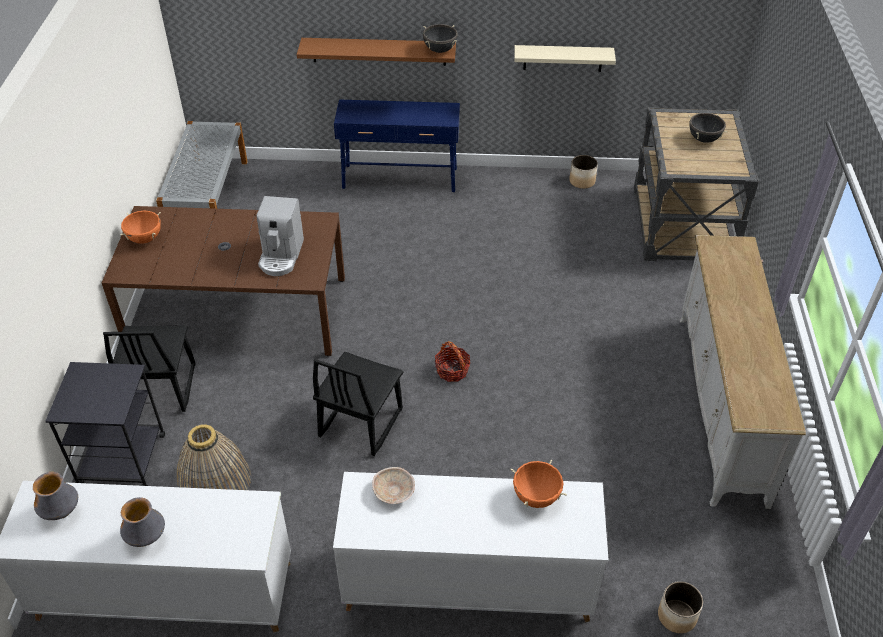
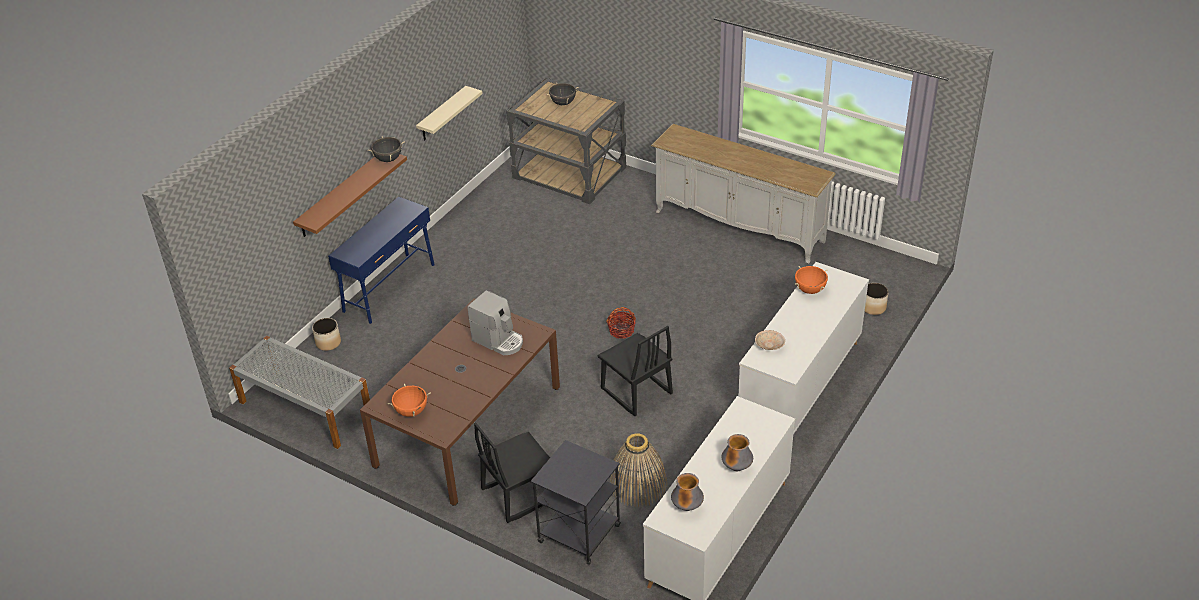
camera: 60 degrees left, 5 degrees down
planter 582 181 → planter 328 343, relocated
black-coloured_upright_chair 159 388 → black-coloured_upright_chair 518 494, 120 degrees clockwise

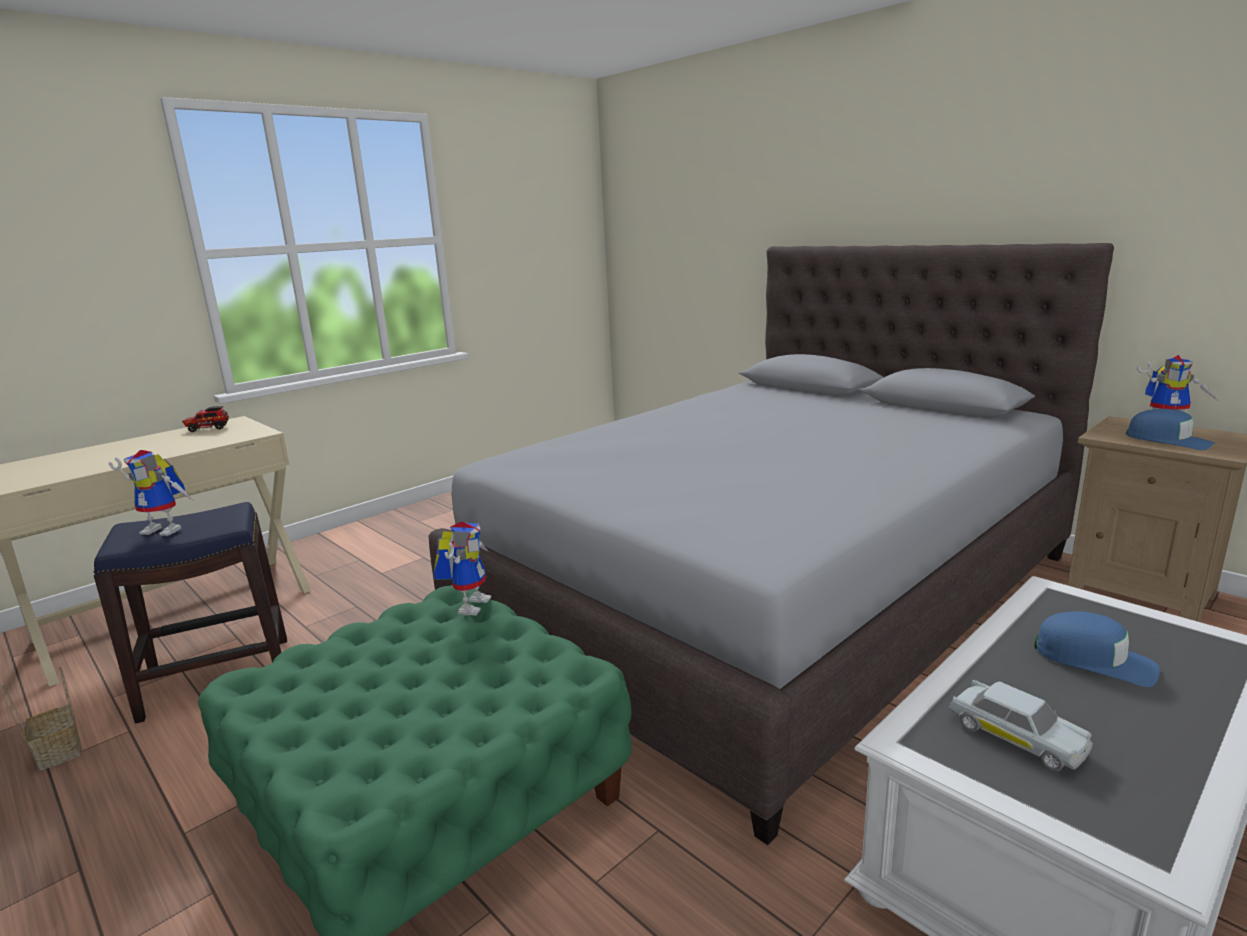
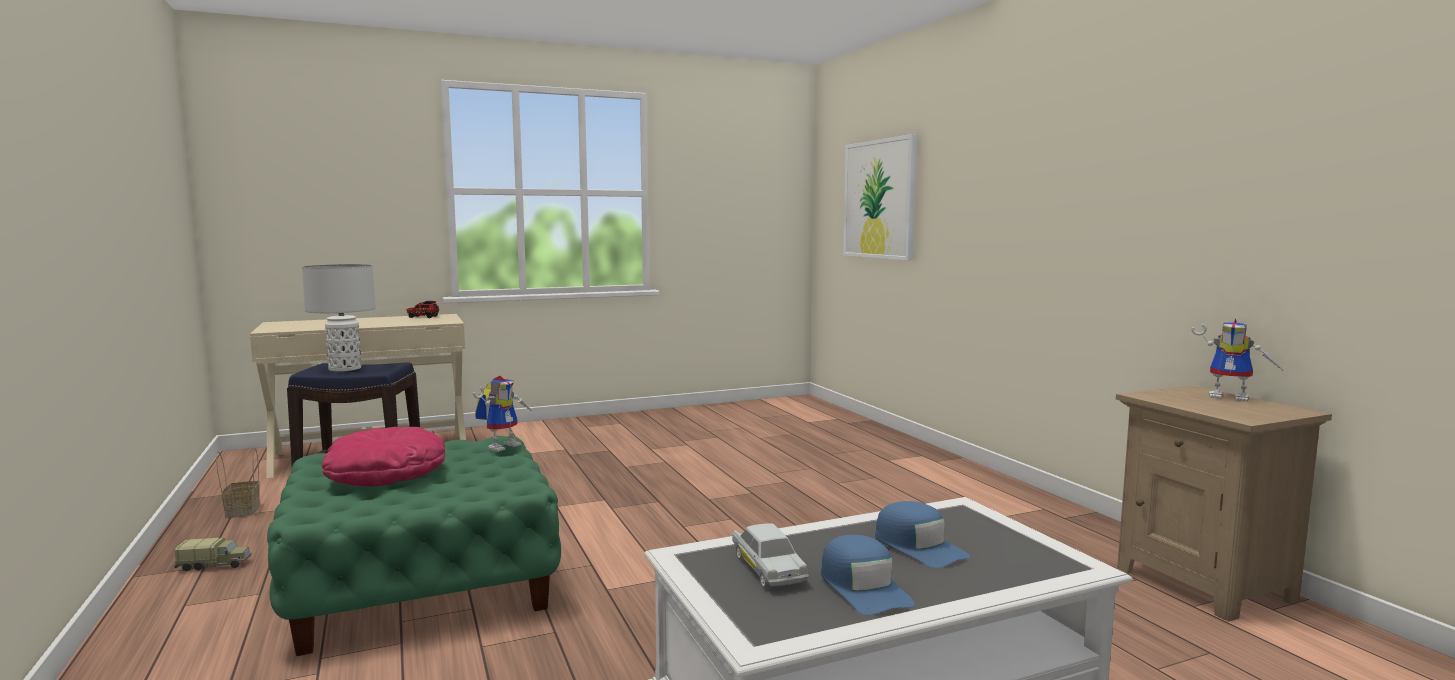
camera: 20 degrees right, 10 degrees down
grey_bed 773 592 → -
- → toy_truck 215 565
- → pinkish_pillow 388 474
- → picture 879 199
bluish_cap 1168 440 → bluish_cap 863 588, relocated
model_robot 168 529 → white-coloured_table_lamp 346 368

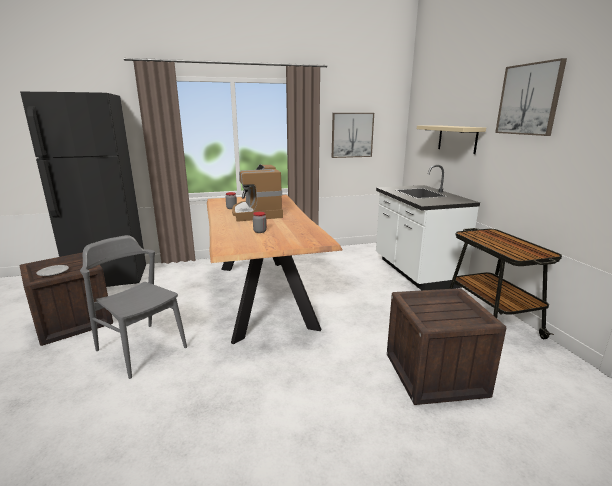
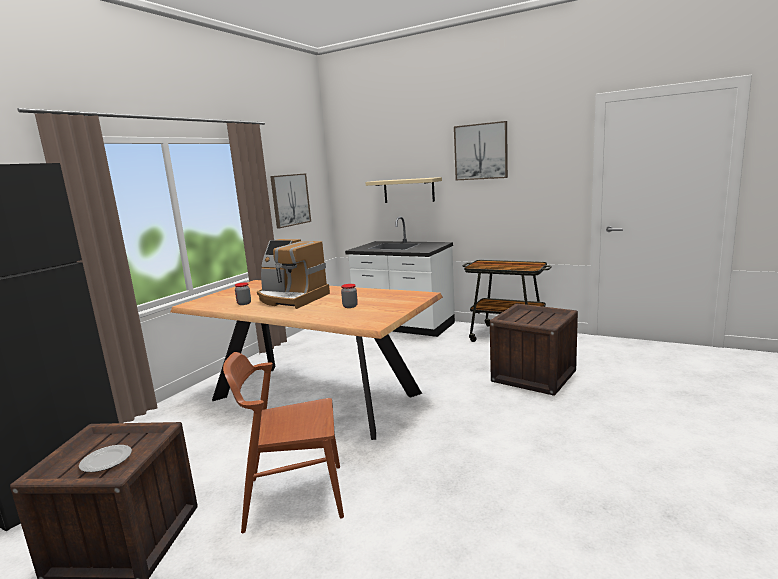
camera: 45 degrees left, 5 degrees down
grey_upright_chair 141 348 → brown_upright_chair 294 497

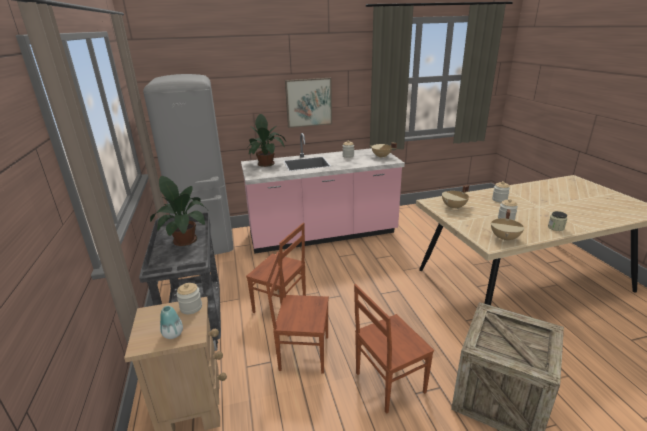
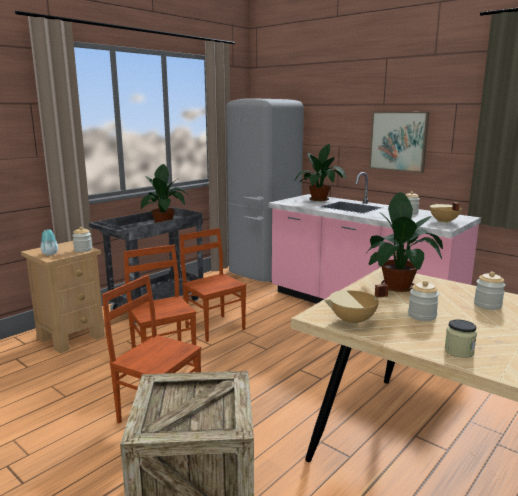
camera: 55 degrees right, 10 degrees down
beige-coloured_stockpot 454 207 → potted_plant 398 285
brown_upright_chair 280 306 → brown_upright_chair 215 327, 150 degrees clockwise

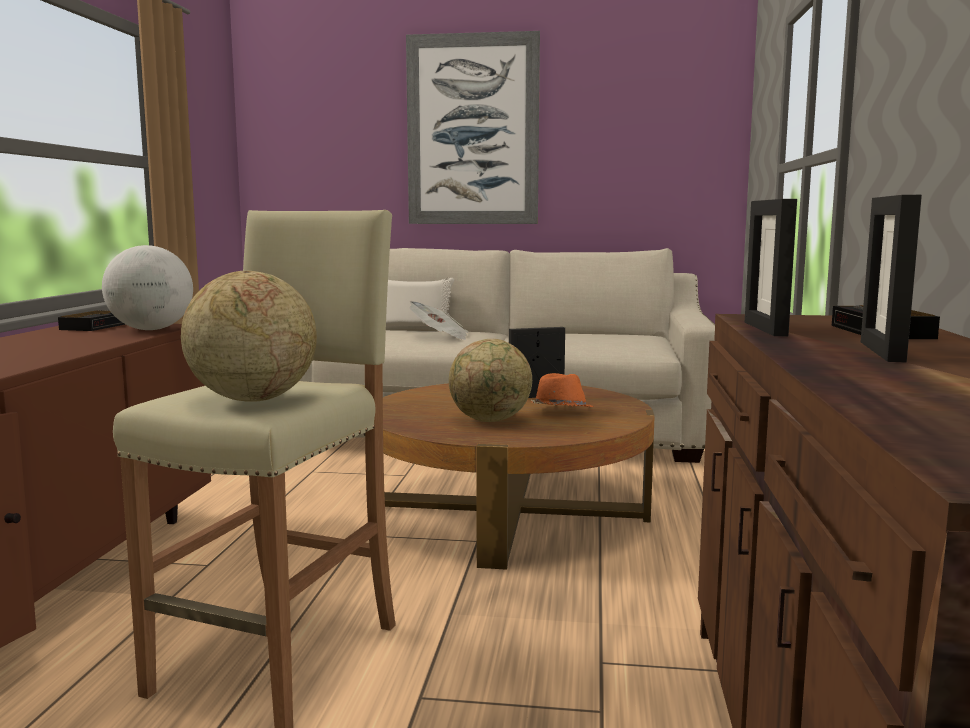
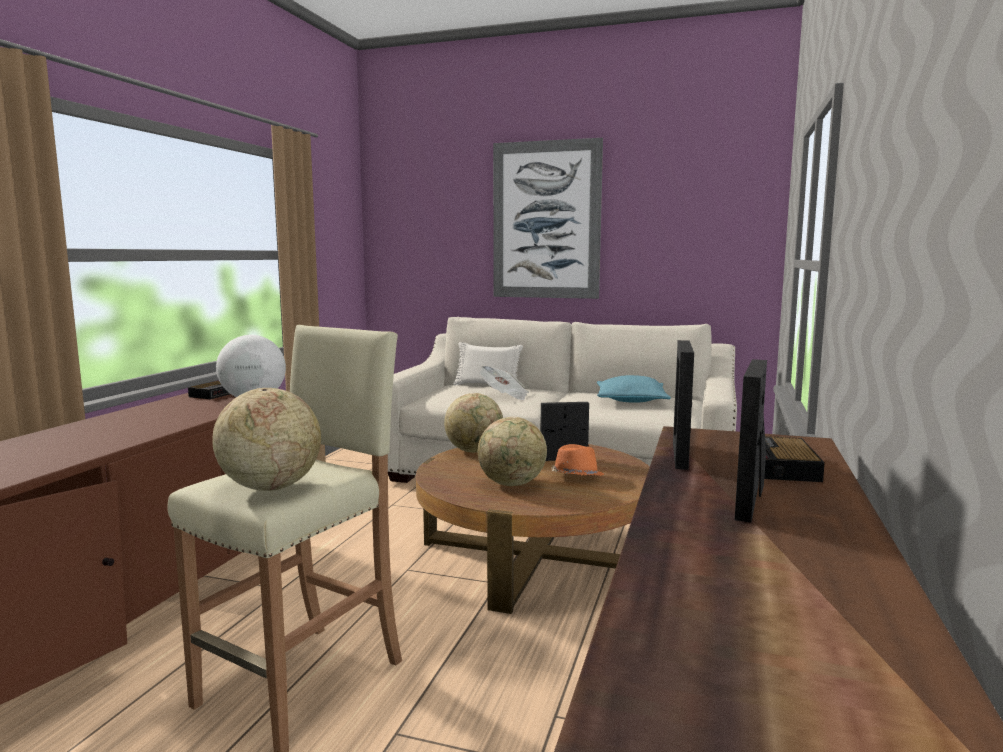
camera: 10 degrees right, 0 degrees up
- → world_globe 474 451
- → turquoise-coloured_pillow 631 400

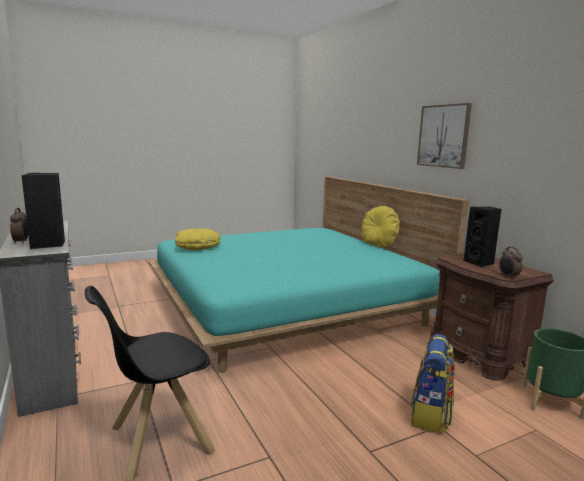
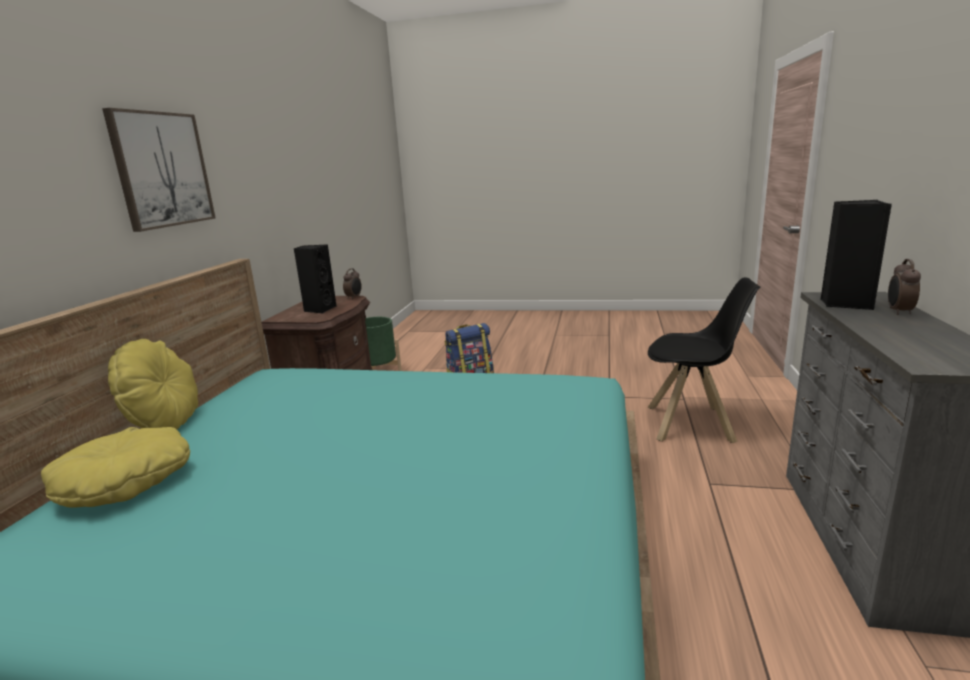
camera: 140 degrees left, 5 degrees up
yellow_pillow 198 246 → yellow_pillow 123 481, relocated

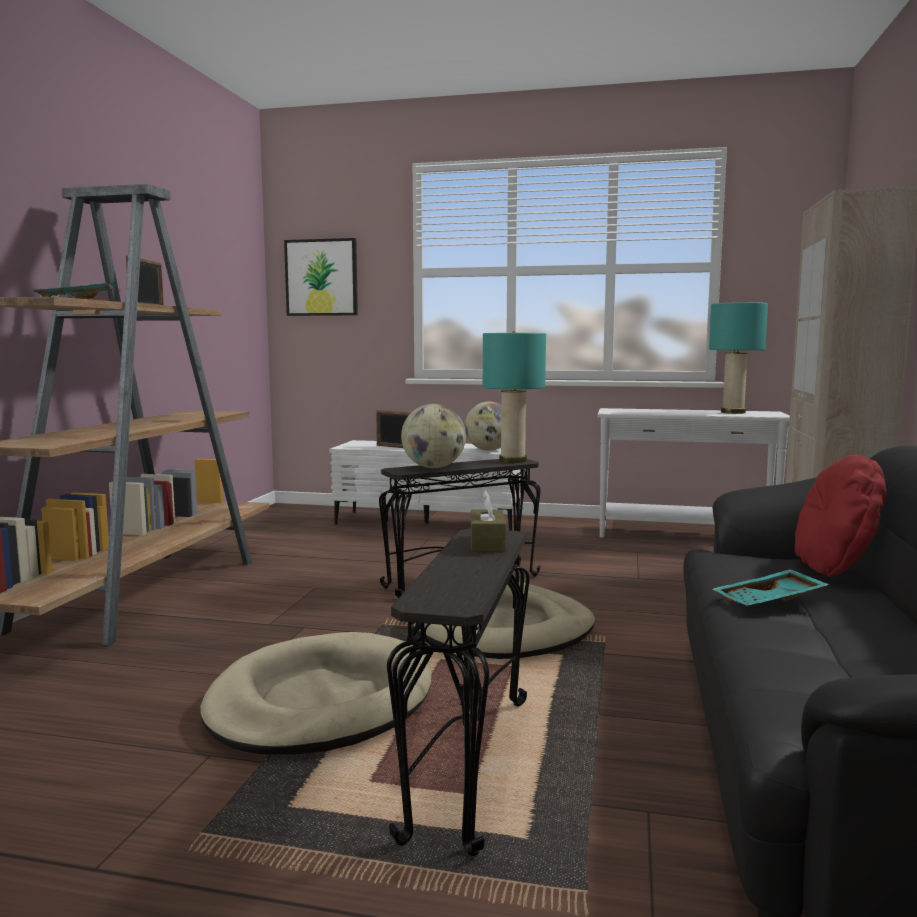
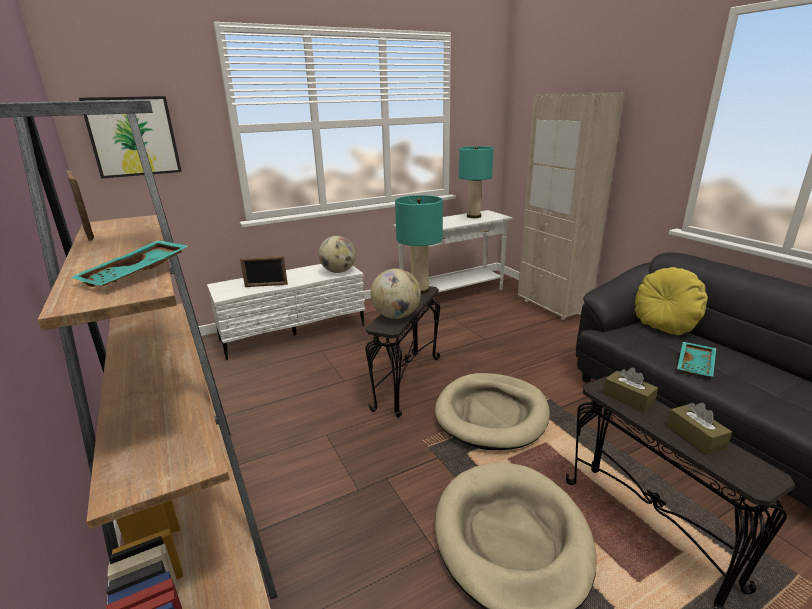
camera: 40 degrees left, 15 degrees up
- → brown_tissue_box 695 436
red_pillow 834 570 → yellow_pillow 663 327

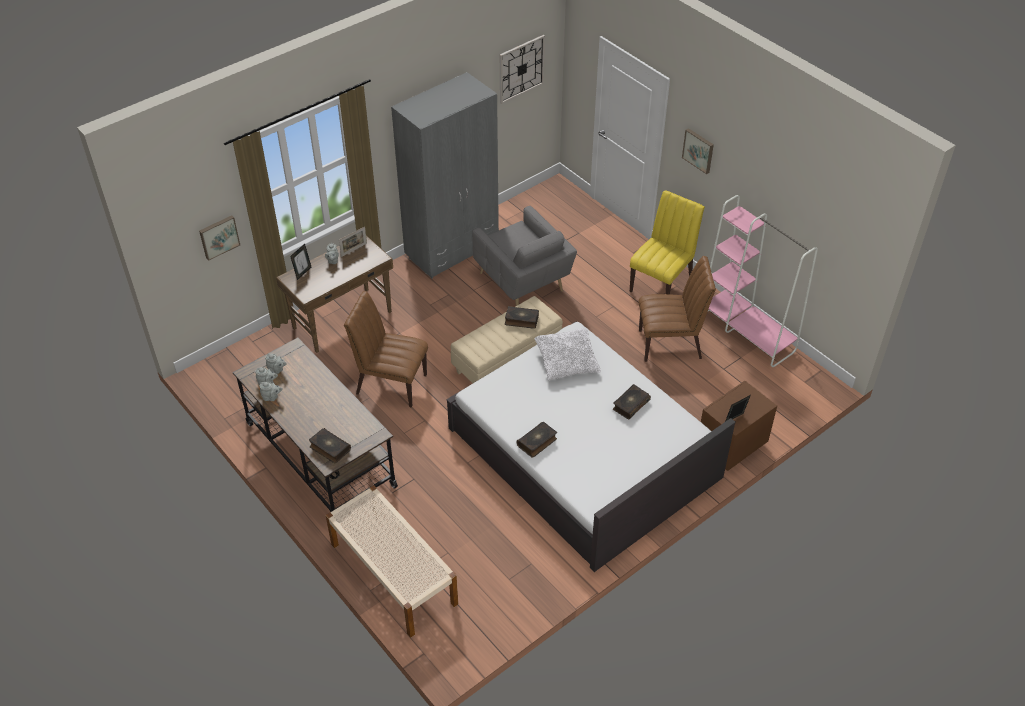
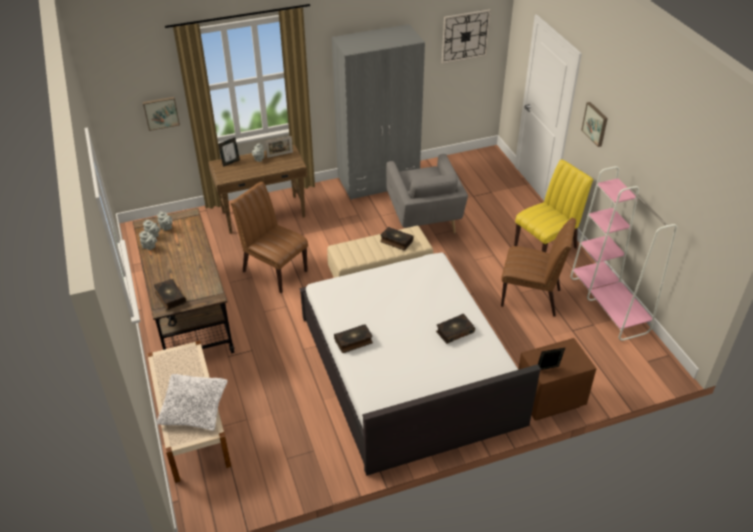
camera: 20 degrees right, 5 degrees down
white-coloured_pillow 567 361 → white-coloured_pillow 193 408, relocated

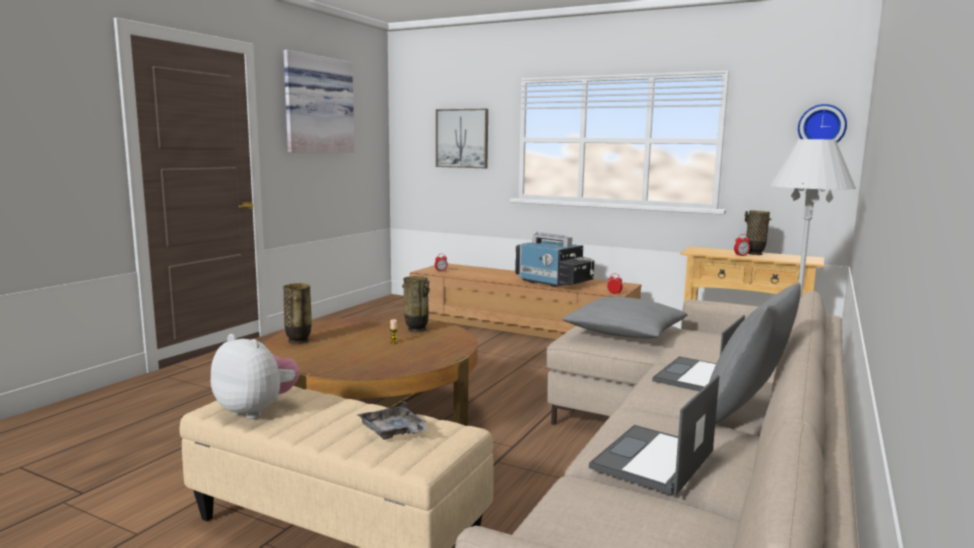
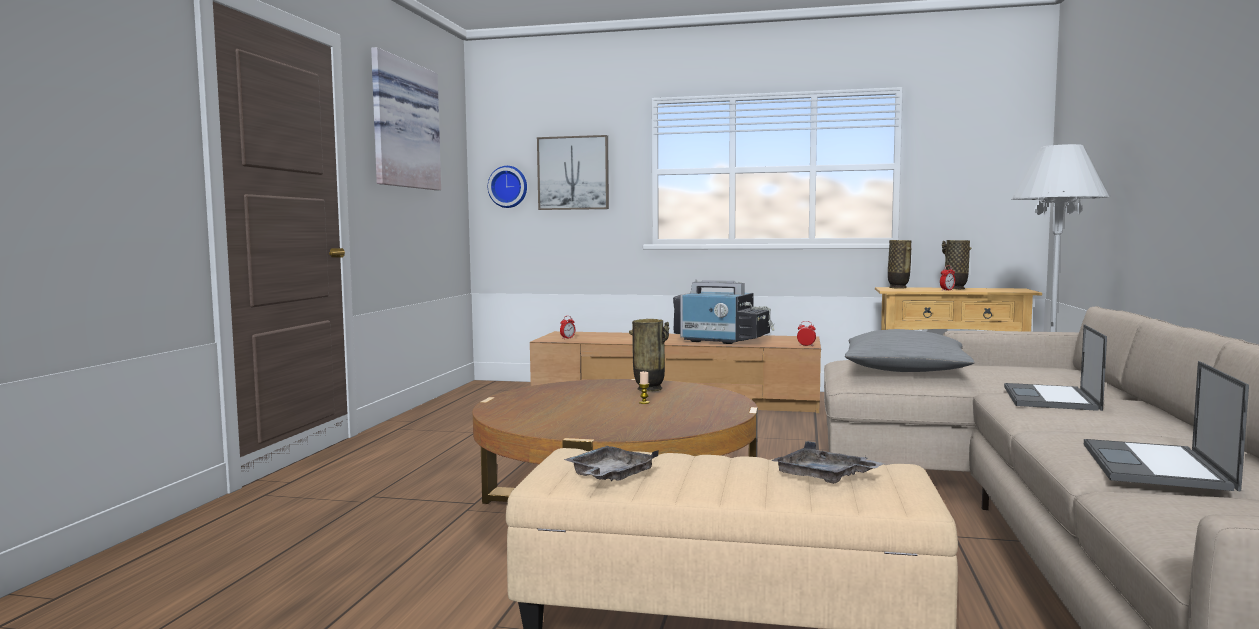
camera: 15 degrees left, 5 degrees down
grey_pillow 745 414 → -
vase 298 341 → vase 898 288, relocated
clock_on_the_wall 822 126 → clock_on_the_wall 508 187, relocated
cuddly_toy 257 410 → grey_carrying_tray 610 476

